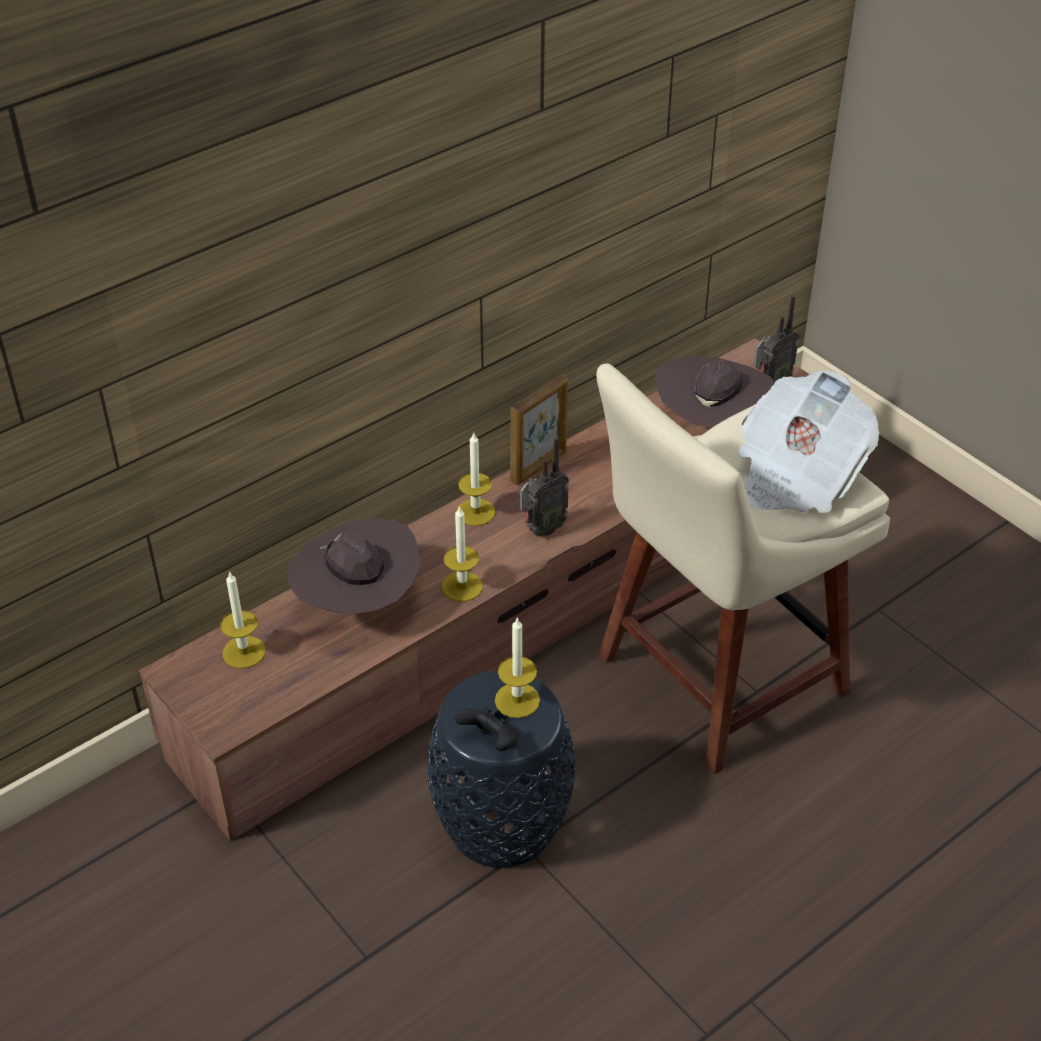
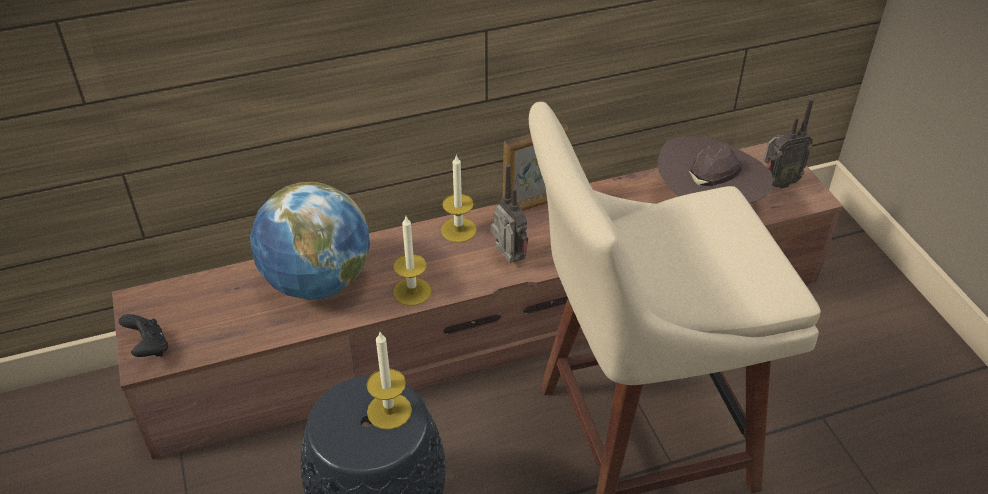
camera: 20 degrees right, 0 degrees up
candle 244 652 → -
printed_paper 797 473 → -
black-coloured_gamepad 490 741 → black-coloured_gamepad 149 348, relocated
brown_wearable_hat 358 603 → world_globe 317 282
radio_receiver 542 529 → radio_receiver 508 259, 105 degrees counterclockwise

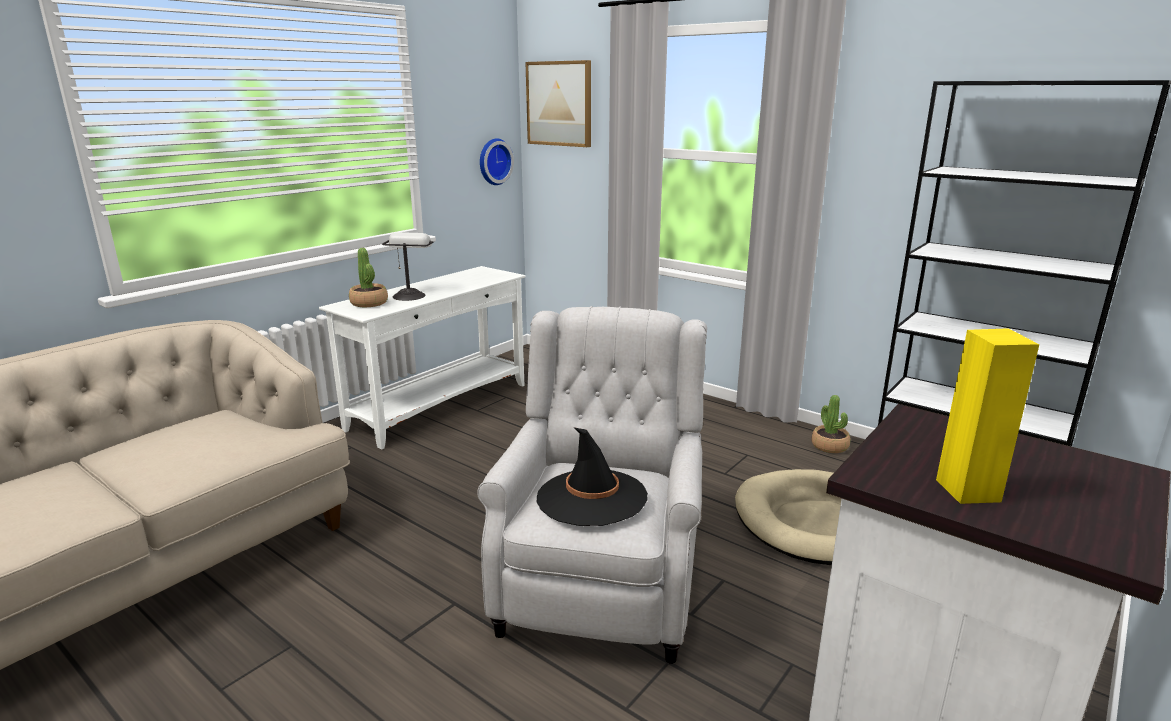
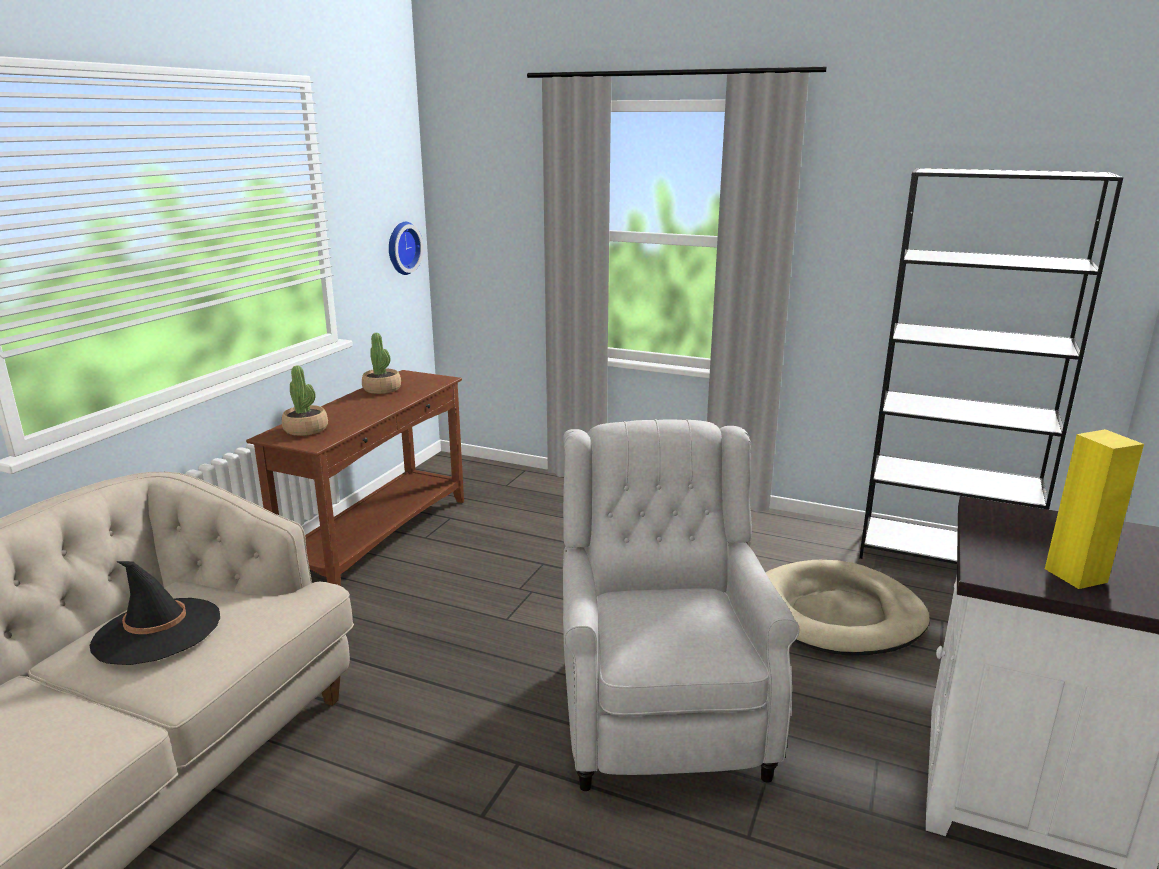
camera: 15 degrees left, 0 degrees up
table_lamp 410 294 → -
picture 559 104 → -
black-coloured_wearable_hat 591 497 → black-coloured_wearable_hat 157 631, relocated
potted_plant 830 446 → potted_plant 382 389, relocated
white-coloured_hall_table 439 406 → brown_hall_table 378 538

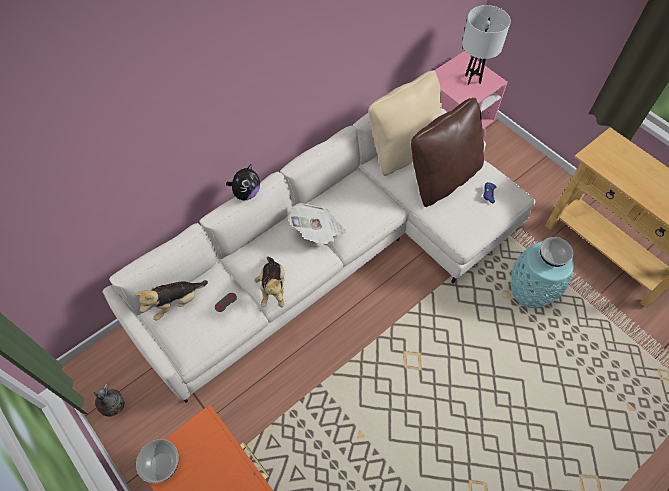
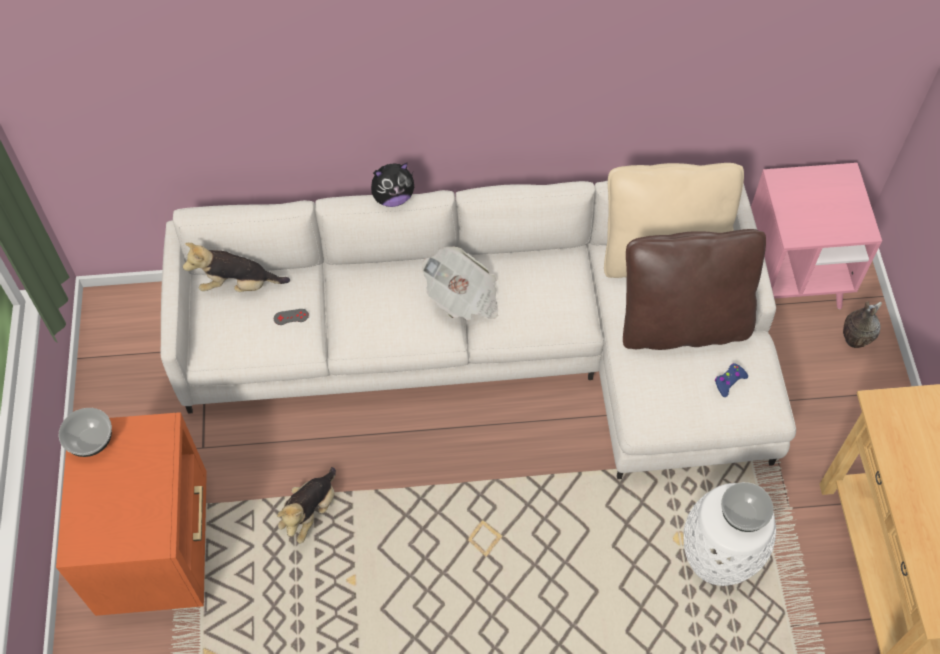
camera: 35 degrees right, 0 degrees up
white-coloured_table_lamp 472 79 → -
vase 115 408 → vase 853 340, relocated
cuddly_toy 273 288 → cuddly_toy 310 512, relocated
turquoise-coloured_stool_seat 530 290 → white-coloured_stool_seat 719 555

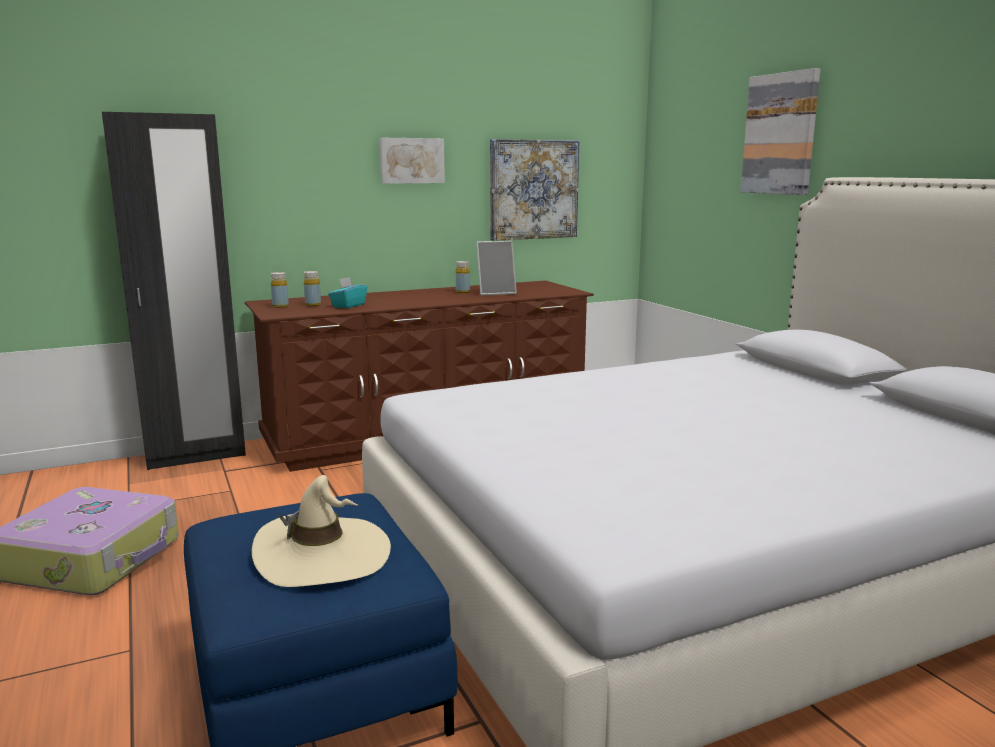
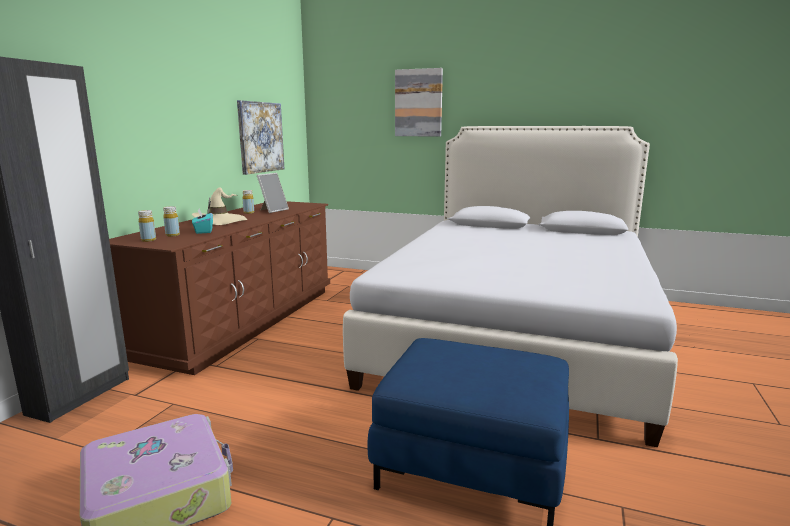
camera: 45 degrees left, 0 degrees up
picture 411 160 → -
beige-coloured_wearable_hat 322 555 → beige-coloured_wearable_hat 220 221, relocated

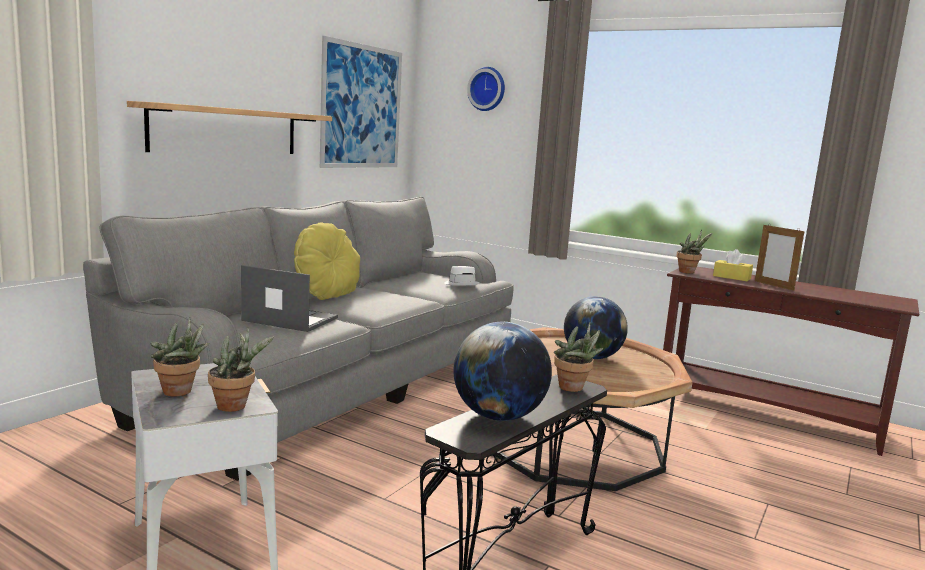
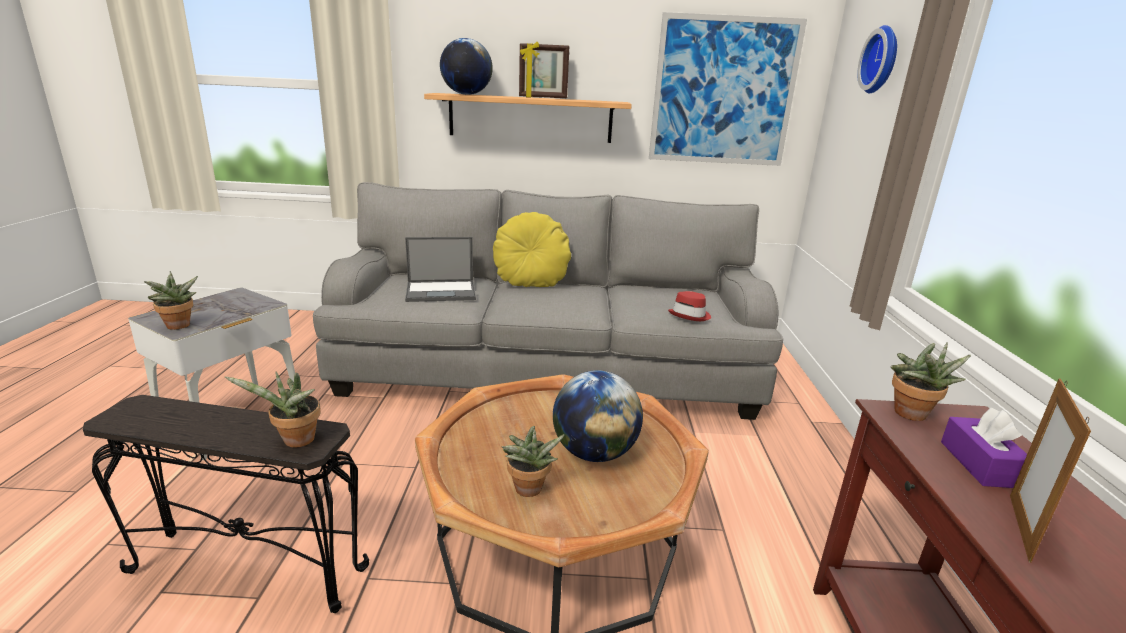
camera: 60 degrees right, 10 degrees up
- → photo_frame 543 98
potted_plant 180 392 → potted_plant 528 491, relocated
world_globe 498 416 → world_globe 466 94, relocated
white-coloured_wearable_hat 461 284 → red_wearable_hat 690 315
yellow_tissue_box 731 277 → purplish_tissue_box 979 464
notebook_computer 289 319 → notebook_computer 442 291, 90 degrees clockwise

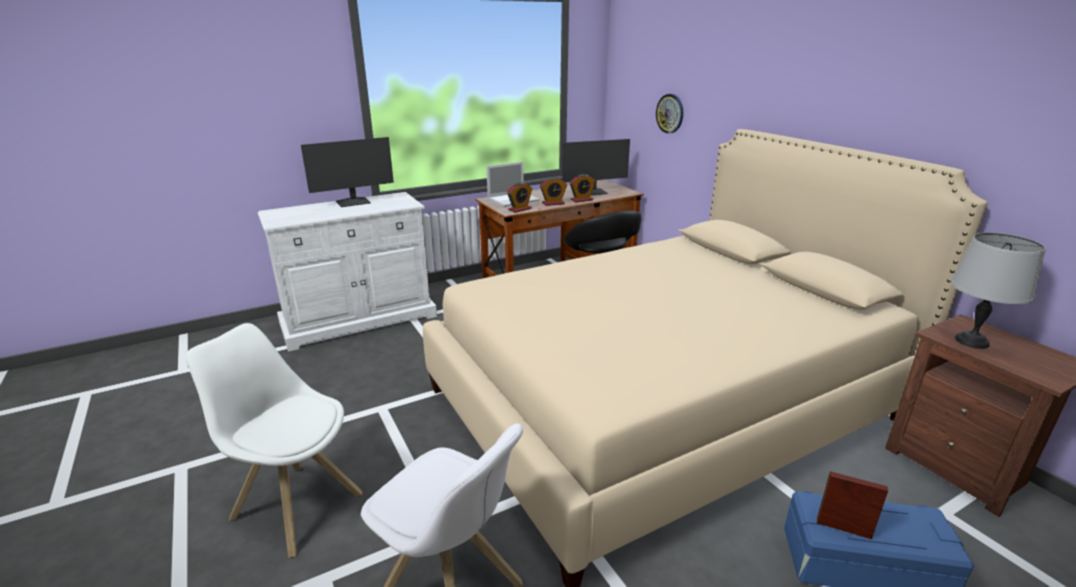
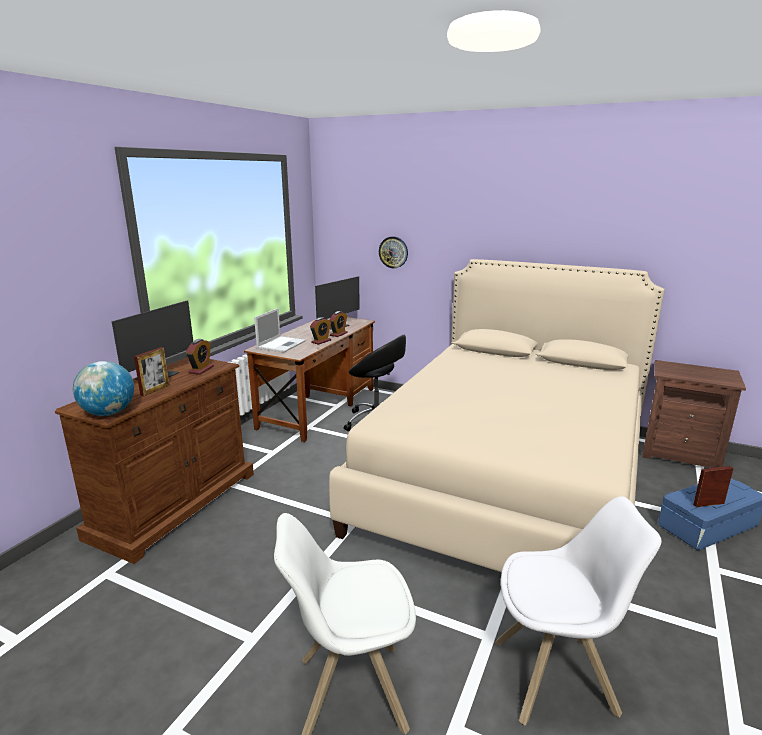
camera: 35 degrees left, 5 degrees down
grey_table_lamp 972 341 → -
- → world_globe 108 413
- → photo_frame 155 390
alarm_clock 520 209 → alarm_clock 201 370, relocated
white-coloured_chest_of_drawers 360 319 → brown_chest_of_drawers 175 503

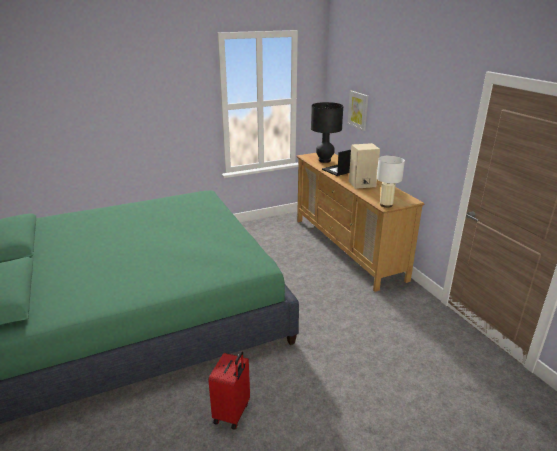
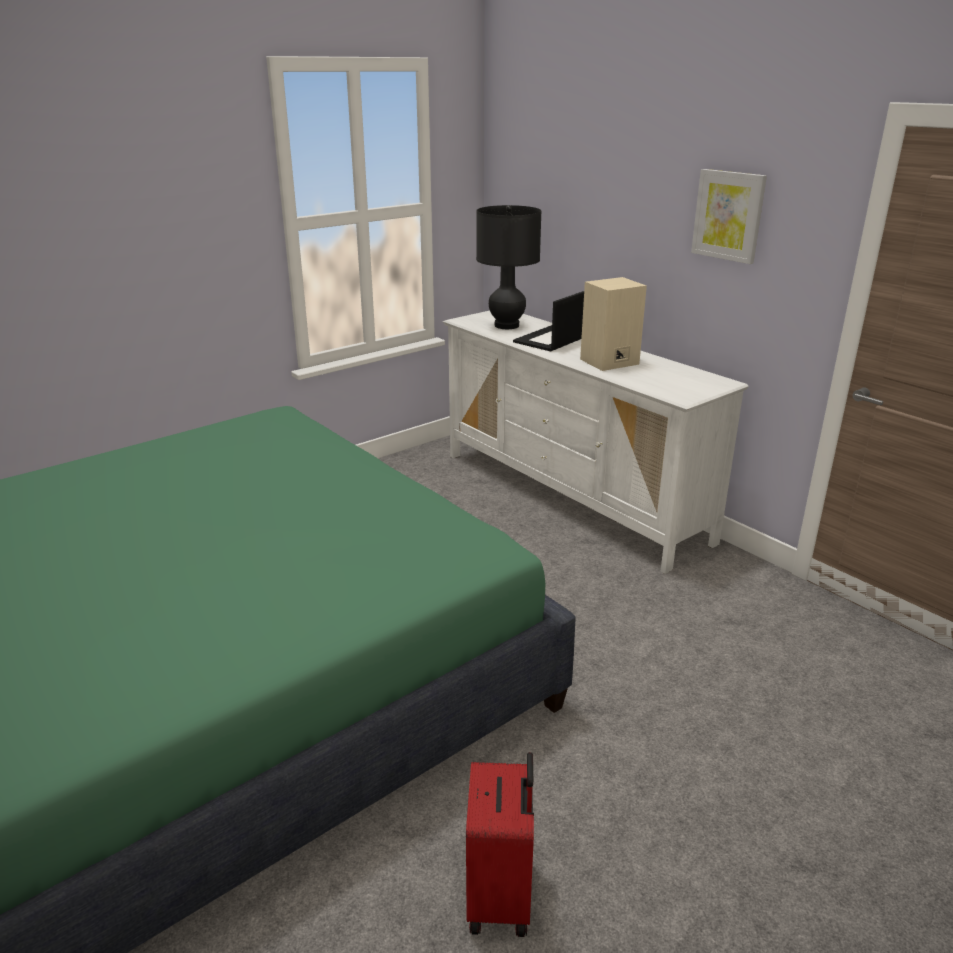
camera: 15 degrees left, 0 degrees up
white-coloured_table_lamp 386 205 → -
picture 358 110 → picture 728 215, relocated
brown_chest_of_drawers 346 248 → white-coloured_chest_of_drawers 570 496

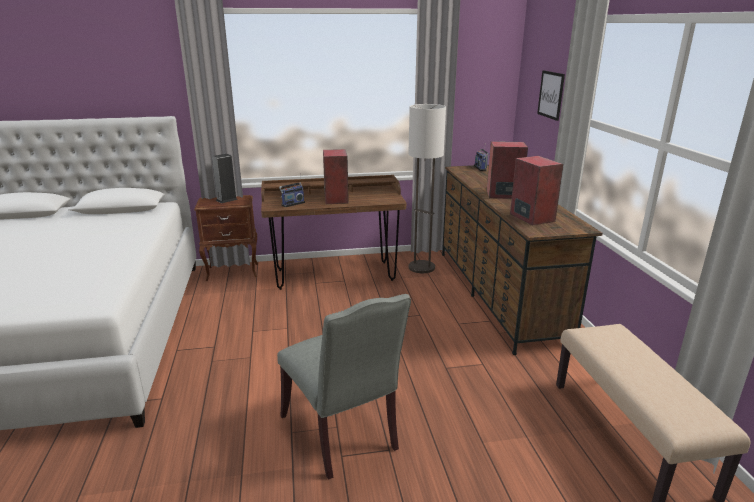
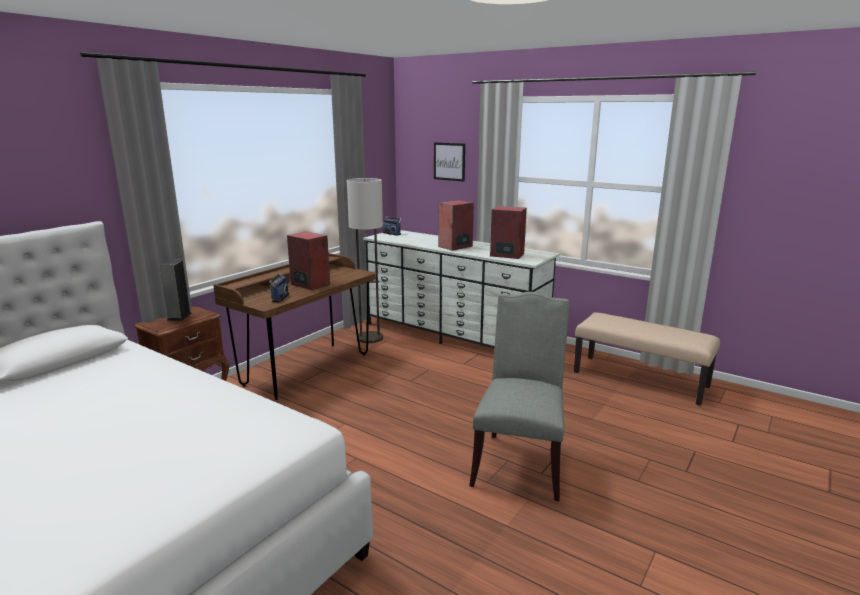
camera: 45 degrees left, 5 degrees down
brown_chest_of_drawers 499 294 → white-coloured_chest_of_drawers 455 335
grey_upright_chair 343 434 → grey_upright_chair 519 462, 90 degrees counterclockwise

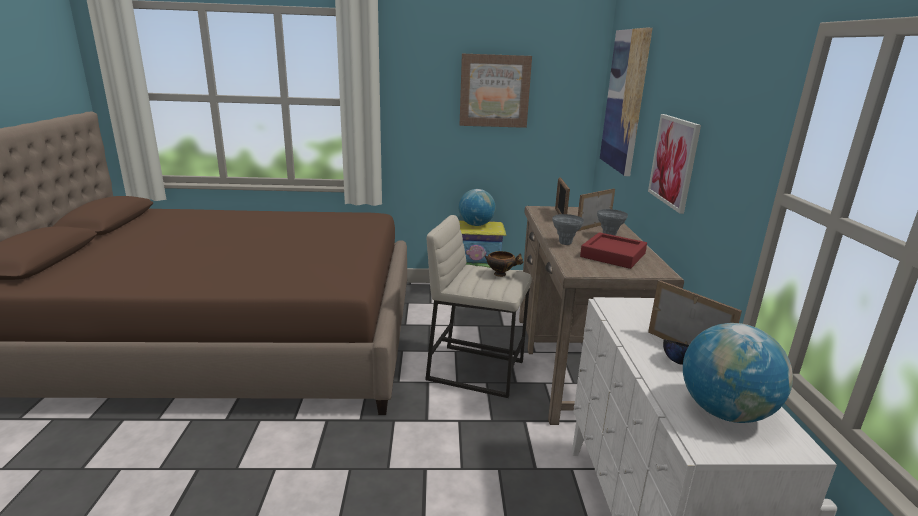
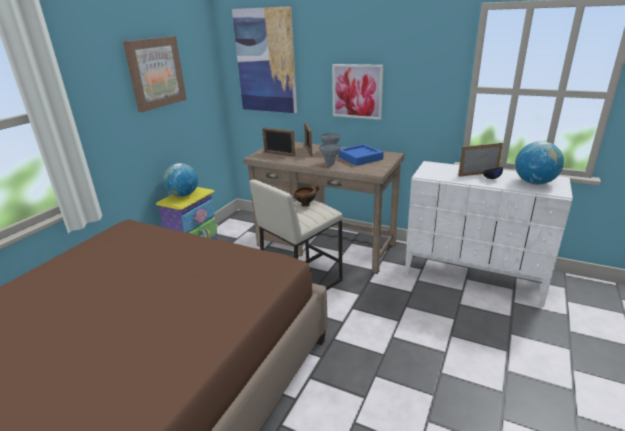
camera: 60 degrees left, 5 degrees up
red_carrying_tray 613 255 → bluish_carrying_tray 360 158

